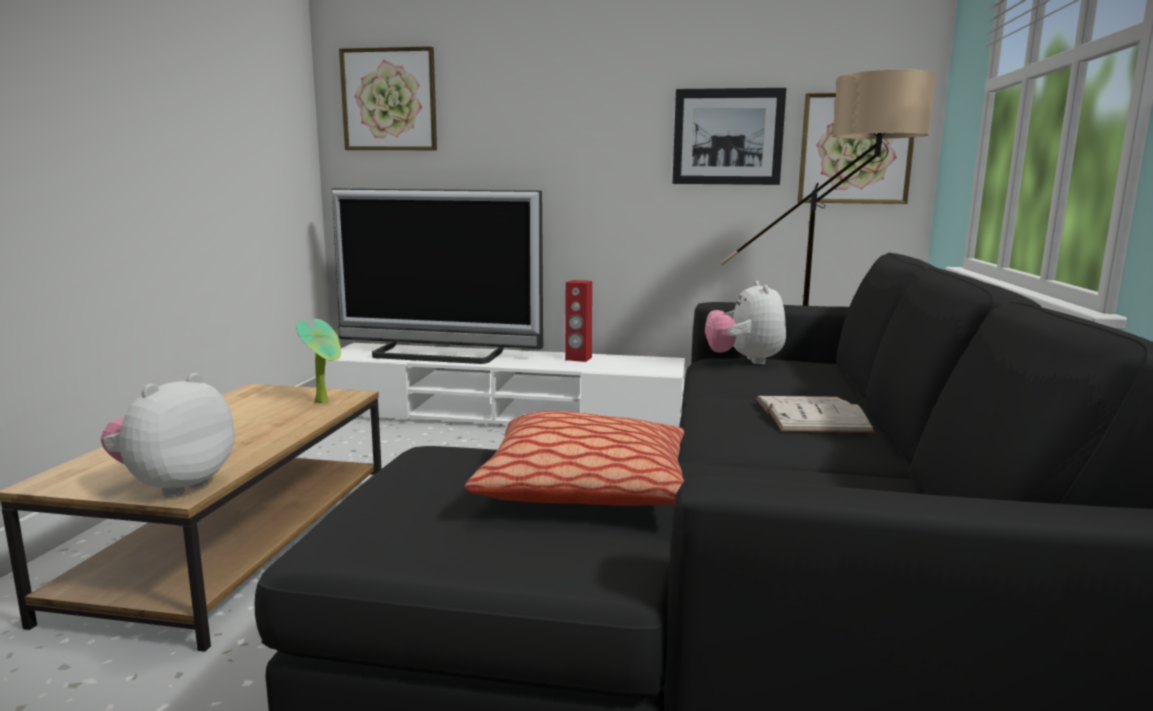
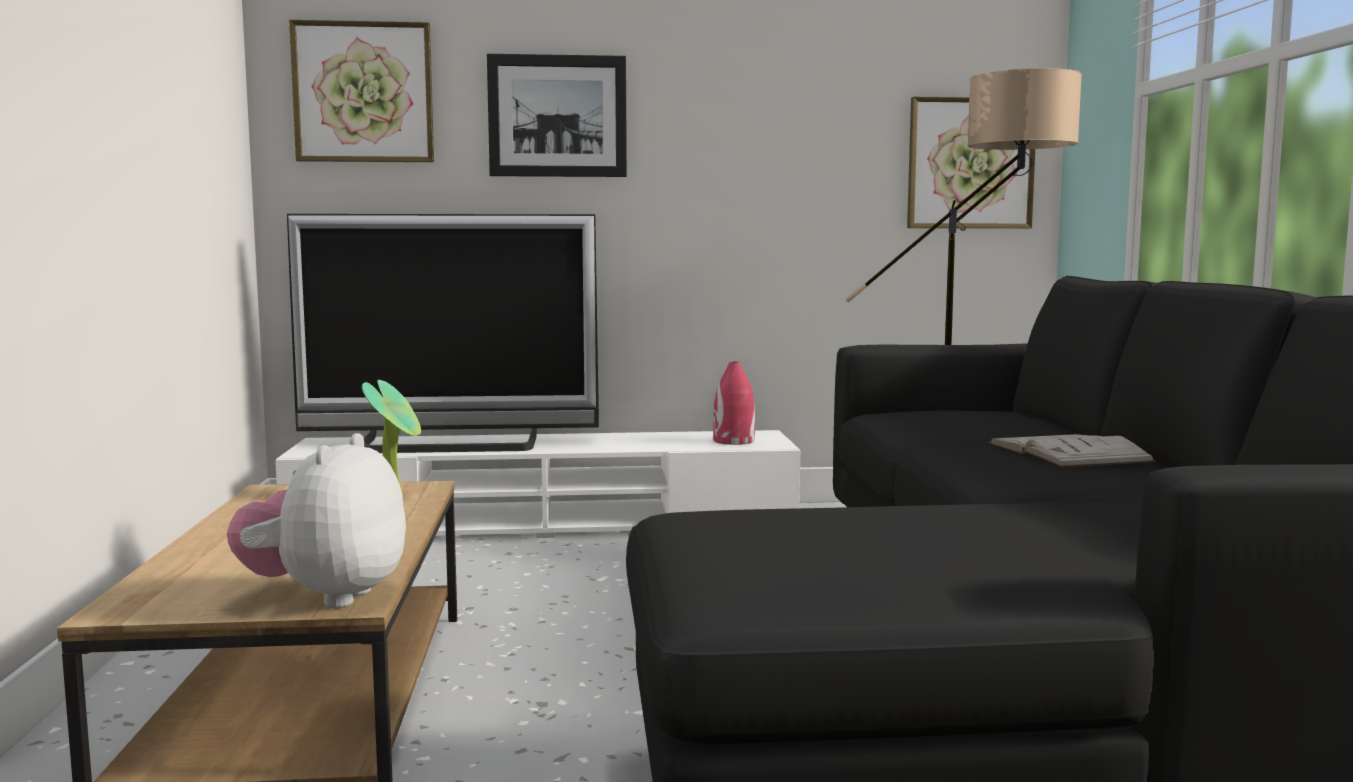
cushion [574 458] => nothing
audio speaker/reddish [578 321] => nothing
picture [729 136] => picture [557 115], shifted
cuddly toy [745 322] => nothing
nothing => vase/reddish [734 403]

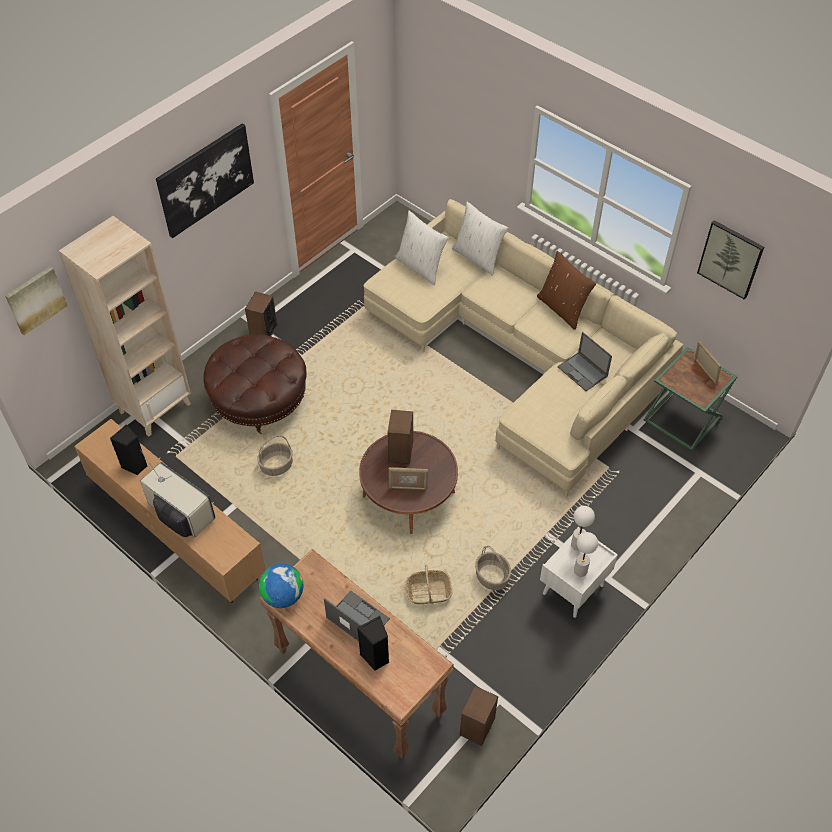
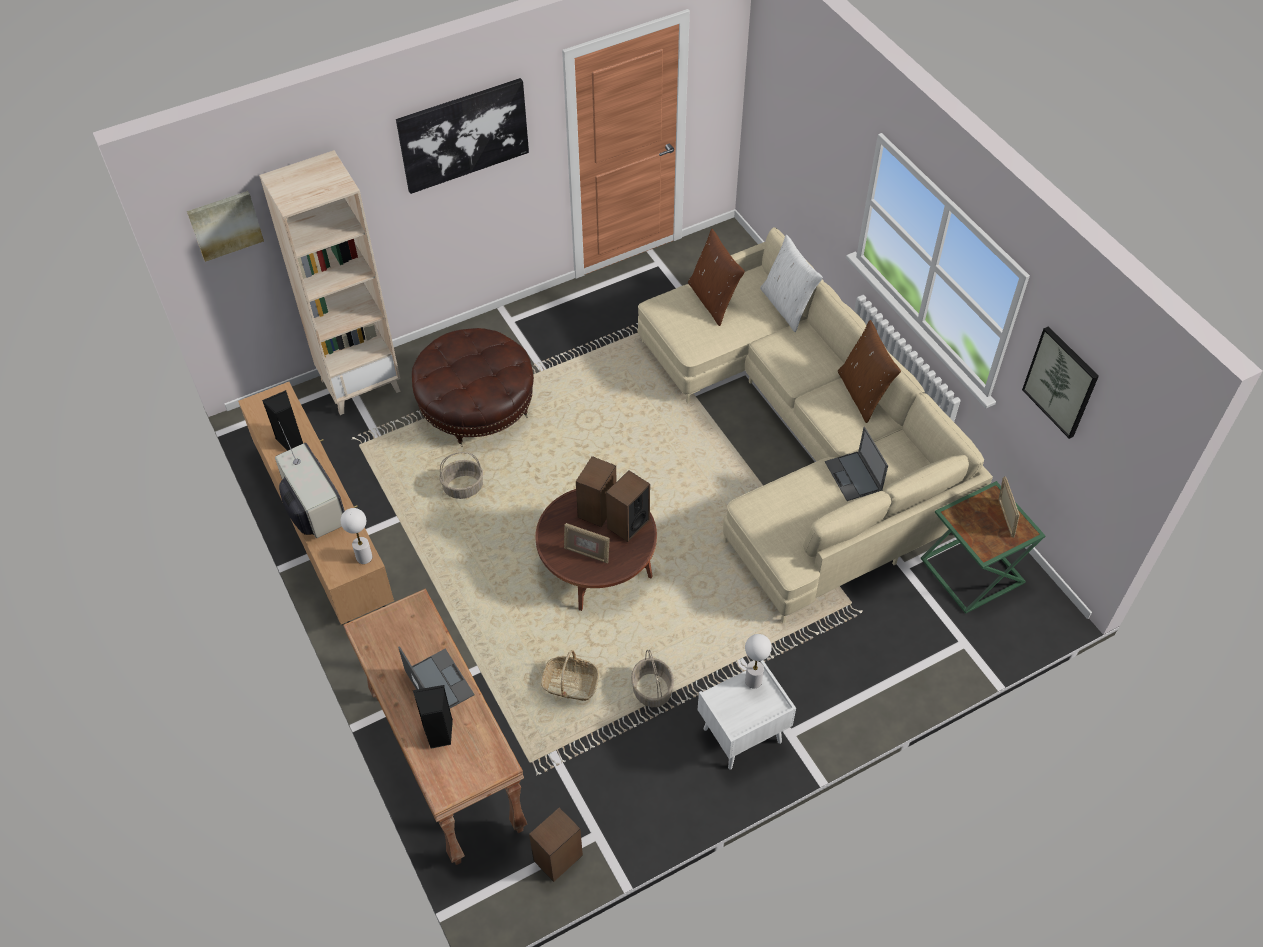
audio speaker [261 314] => audio speaker [628 506], shifted
globe [281 586] => nothing
cushion/white-coloured [422 248] => cushion/brown [716 277]
table lamp/white-coloured [586 554] => table lamp/white-coloured [357 536], shifted

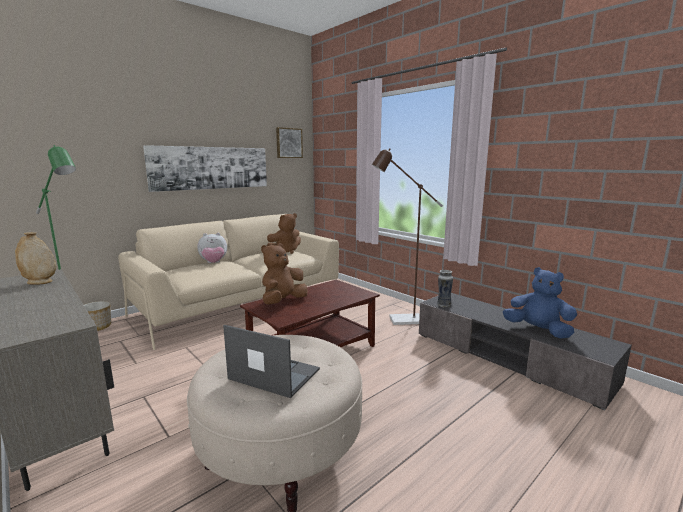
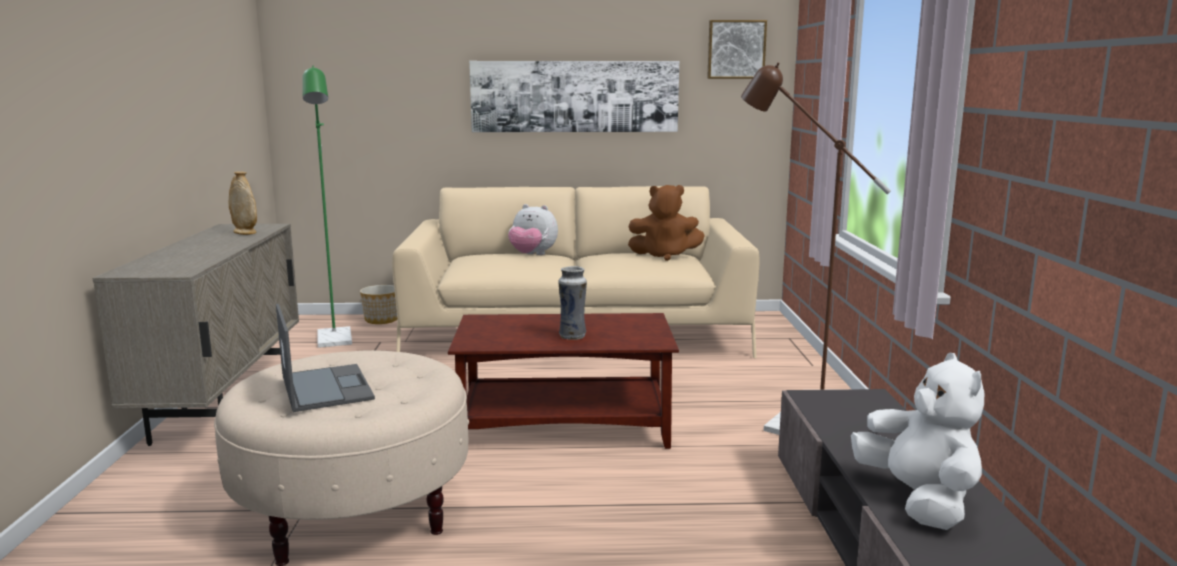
cuddly toy/brown [284 274] => nothing
vase [445 288] => vase [572 303], shifted
cuddly toy/blue-coloured [540 303] => cuddly toy/white-coloured [917 441]

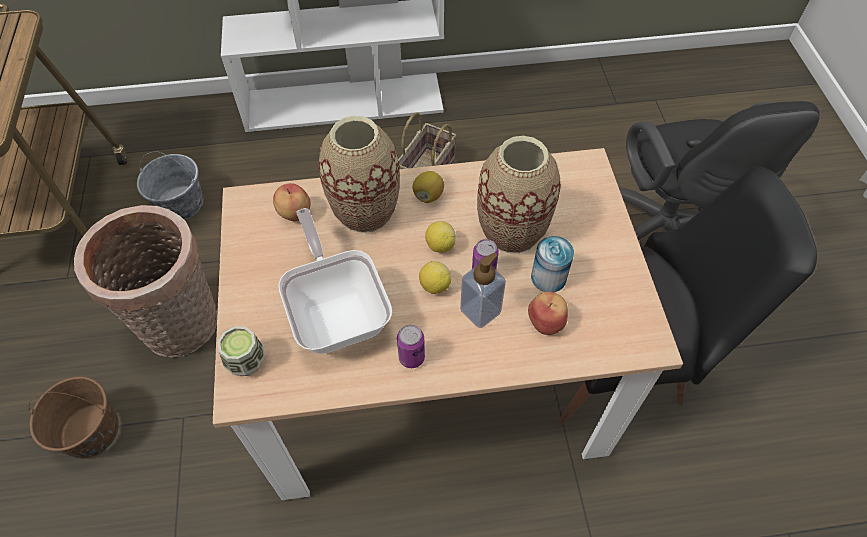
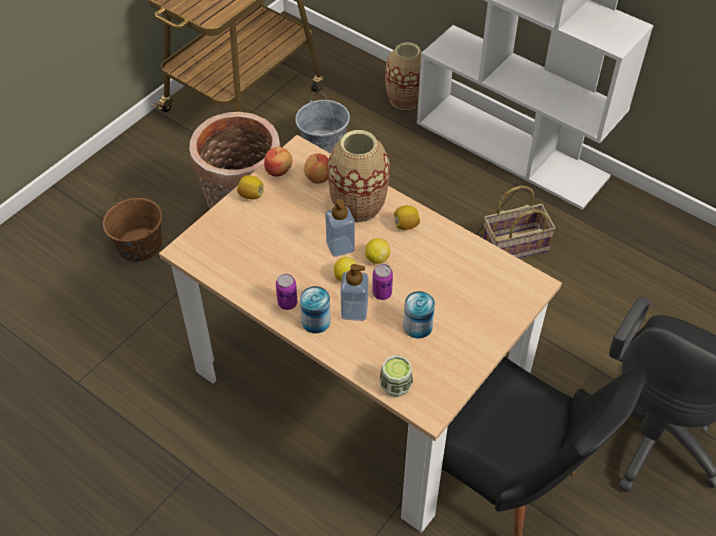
small cup [241 351] => small cup [396 376], shifted
skillet [335 281] => nothing
vase [519 194] => vase [403 76], shifted
whole apple [548 313] => whole apple [278 162], shifted
nothing => lemon [250 187]
nothing => metal can [315 309]
nothing => soap bottle [340 228]

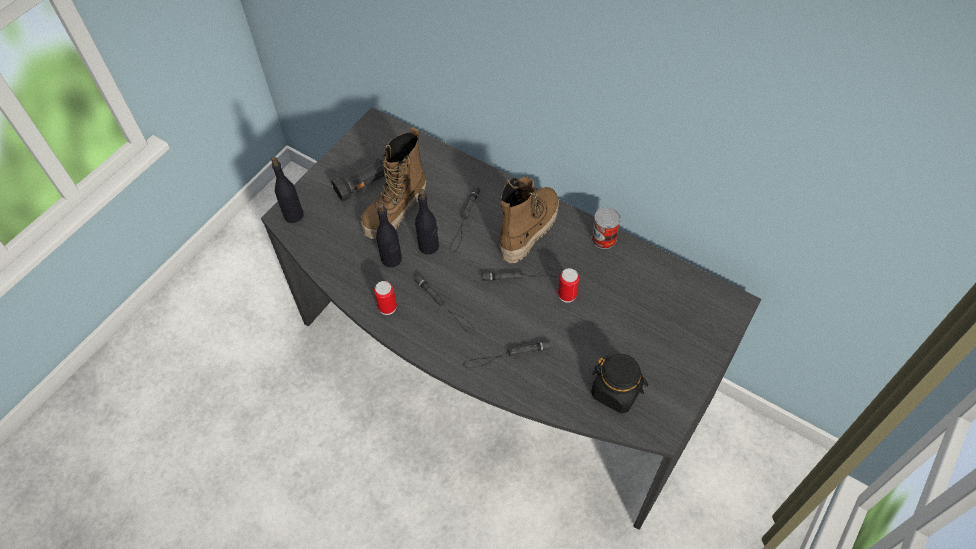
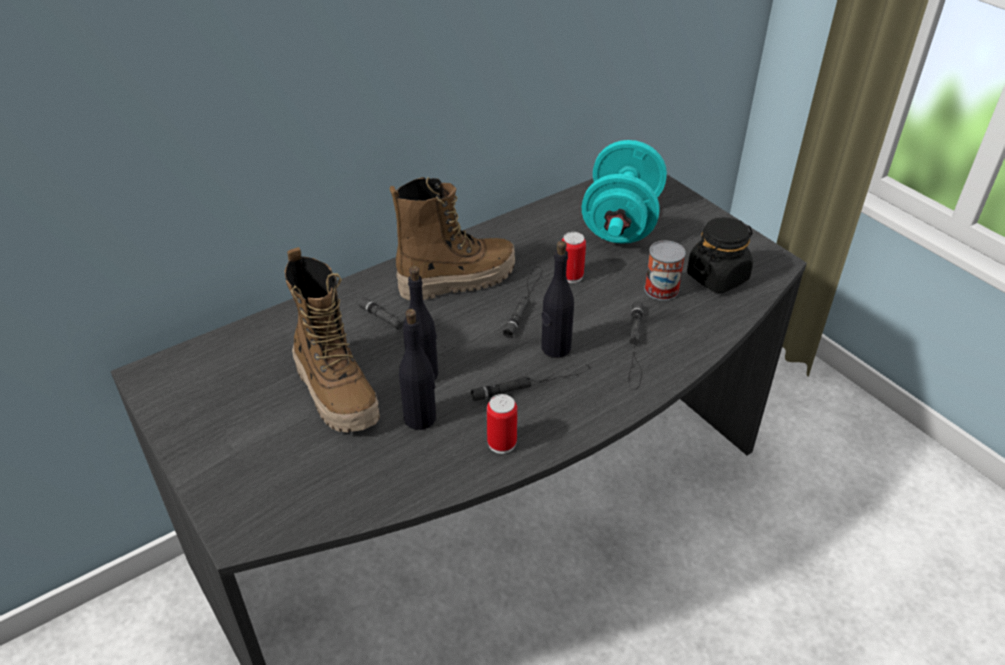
bottle/black [287 190] => bottle/black [557 299], shifted
hand torch/black [358 179] => nothing
tall boot [529 220] => tall boot [452 238], 105 degrees clockwise
metal can [606 228] => metal can [665 270], shifted
nothing => free weight/turquoise [624 192]

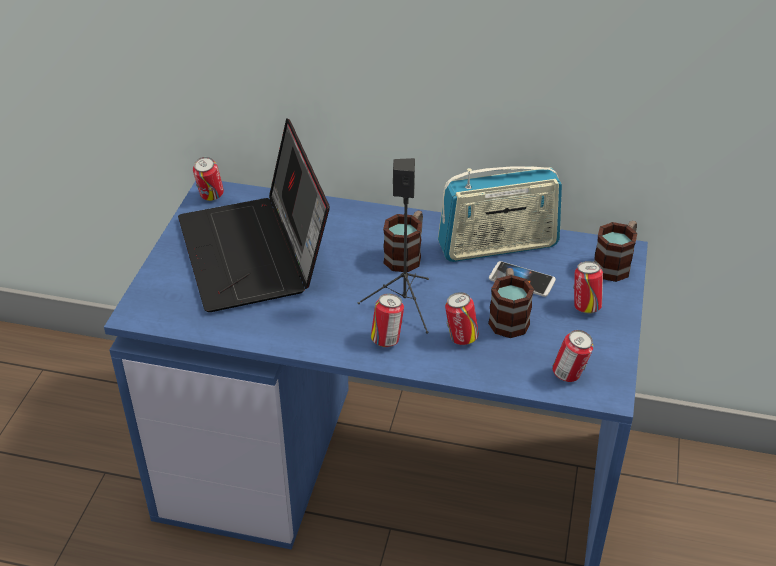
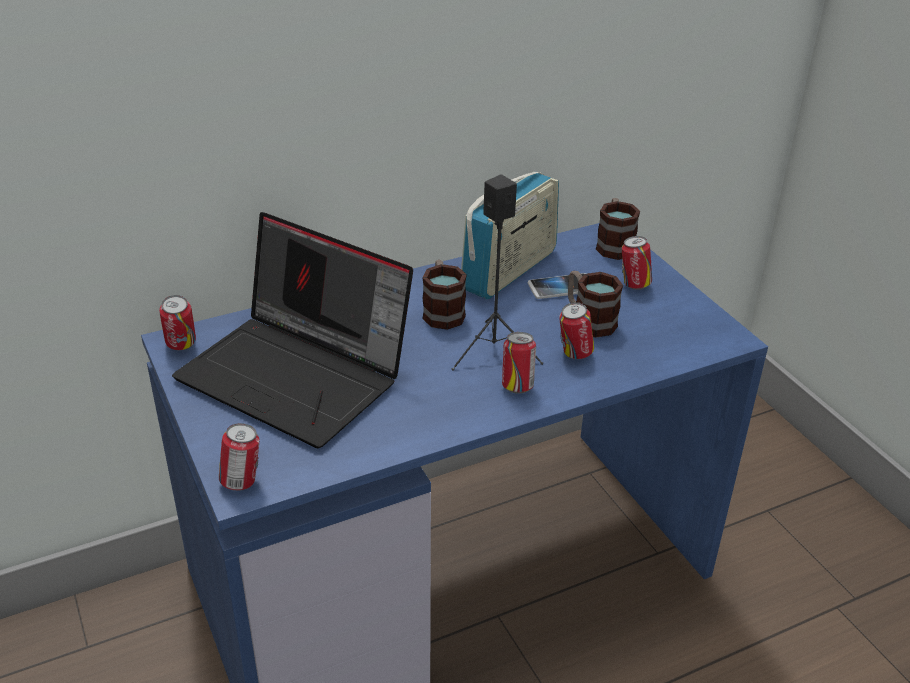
metal can [572 356] => metal can [239 457], shifted

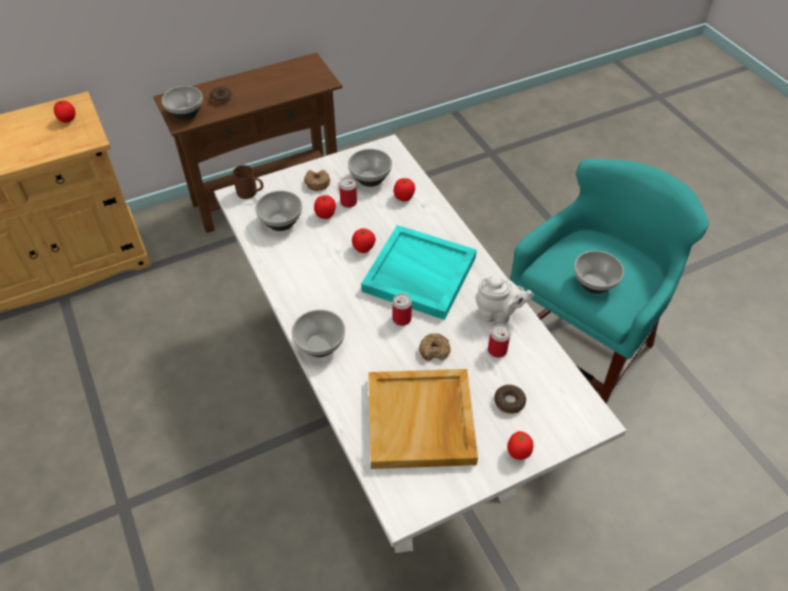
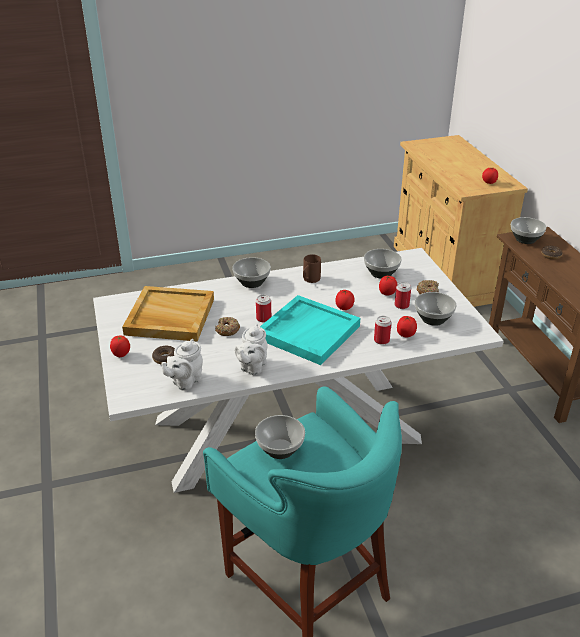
tea mug/brown [248 182] => tea mug/brown [312 268], shifted
metal can [499 341] => metal can [382 330], shifted
nothing => tea pot/white-coloured [182 364]

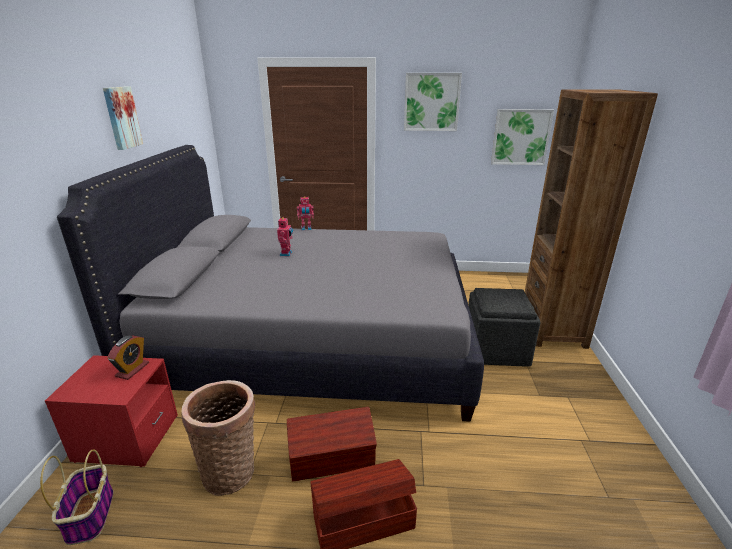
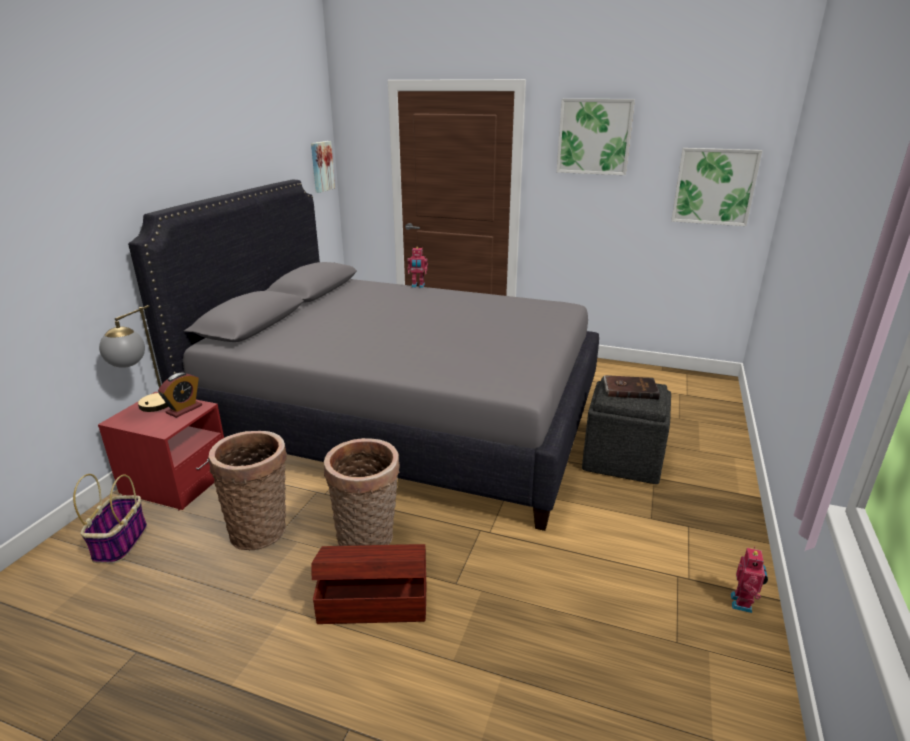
picture [123 118] => picture [323 167], shifted
robot figure [285 236] => robot figure [749 579], shifted
storage box/brown [332 444] => storage basket [362 492]
bookshelf/brown [591 219] => nothing
nothing => table lamp [134 358]
nothing => bound book/brown [632 387]

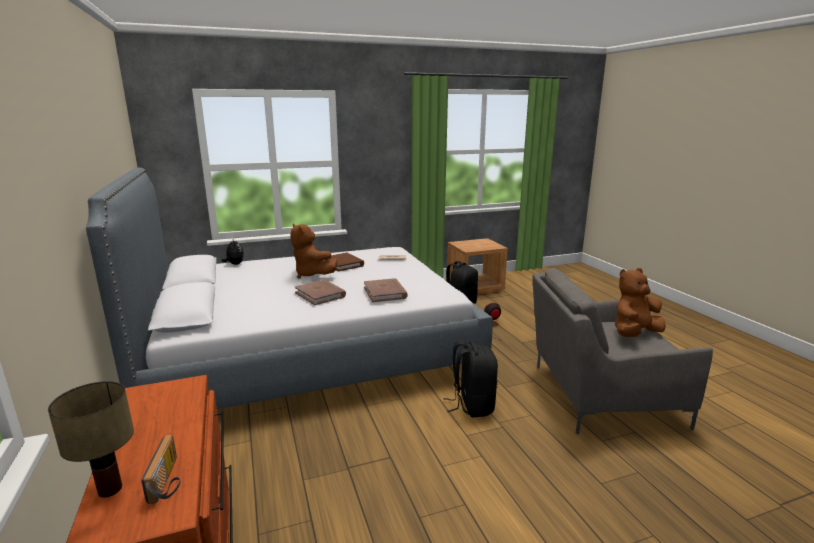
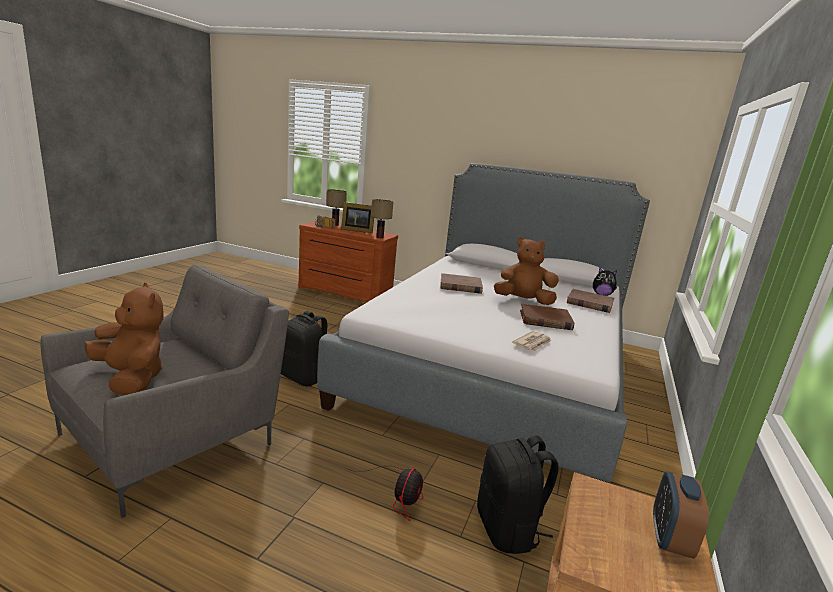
bound book/brown [386 290] => bound book/brown [590 301], shifted
cuddly toy/brown [640 302] => cuddly toy/brown [124 338], 60 degrees counterclockwise
nothing => picture frame [357 217]
nothing => table lamp [382 218]
nothing => alarm clock [681 515]

